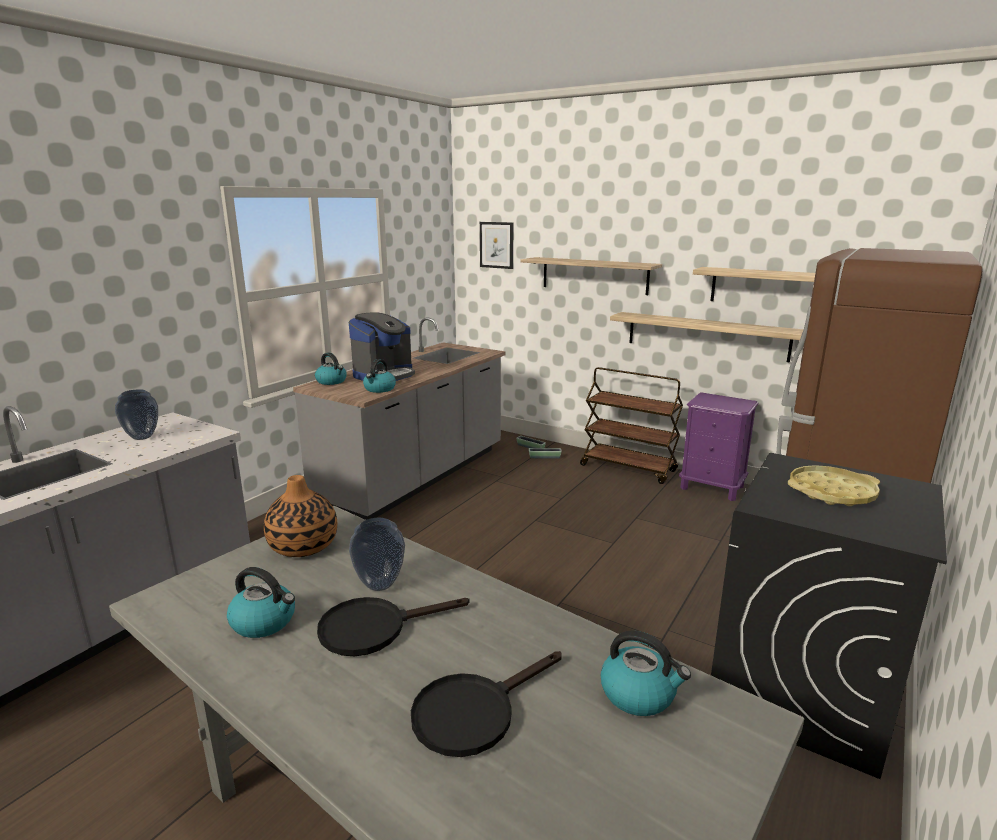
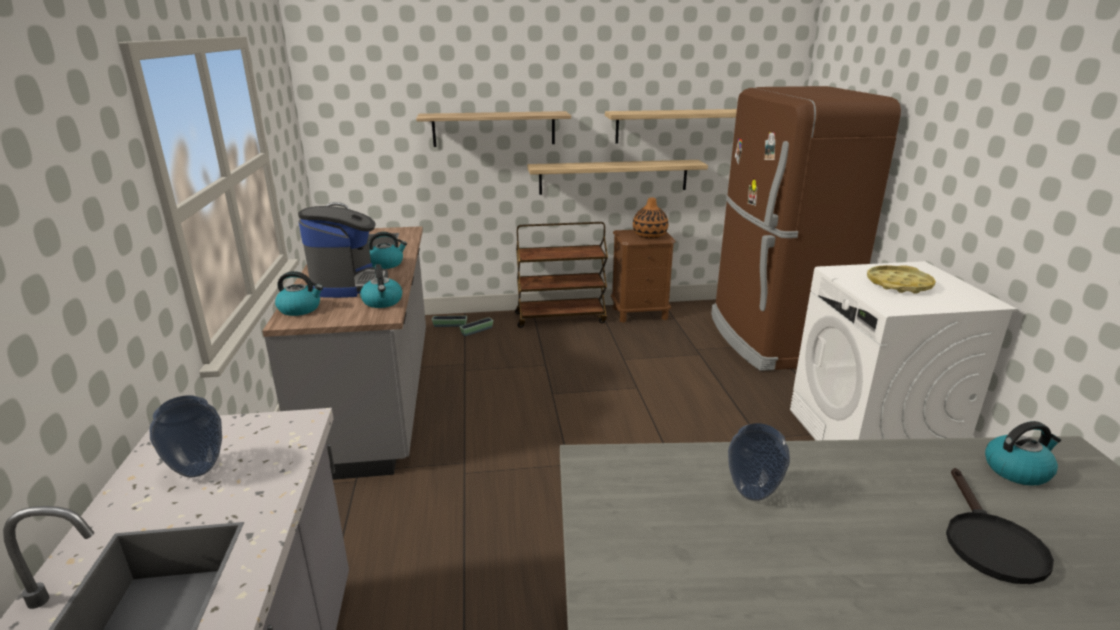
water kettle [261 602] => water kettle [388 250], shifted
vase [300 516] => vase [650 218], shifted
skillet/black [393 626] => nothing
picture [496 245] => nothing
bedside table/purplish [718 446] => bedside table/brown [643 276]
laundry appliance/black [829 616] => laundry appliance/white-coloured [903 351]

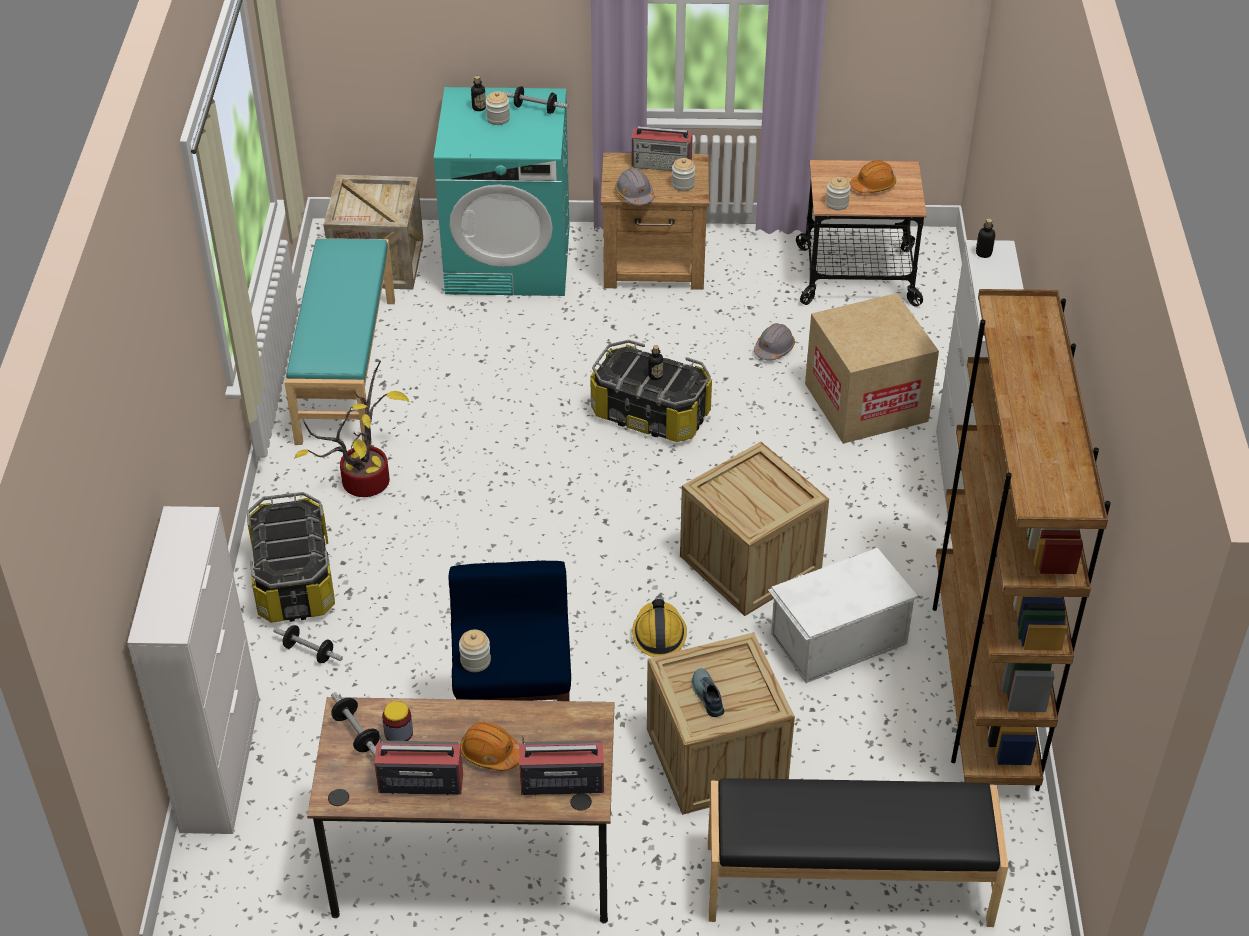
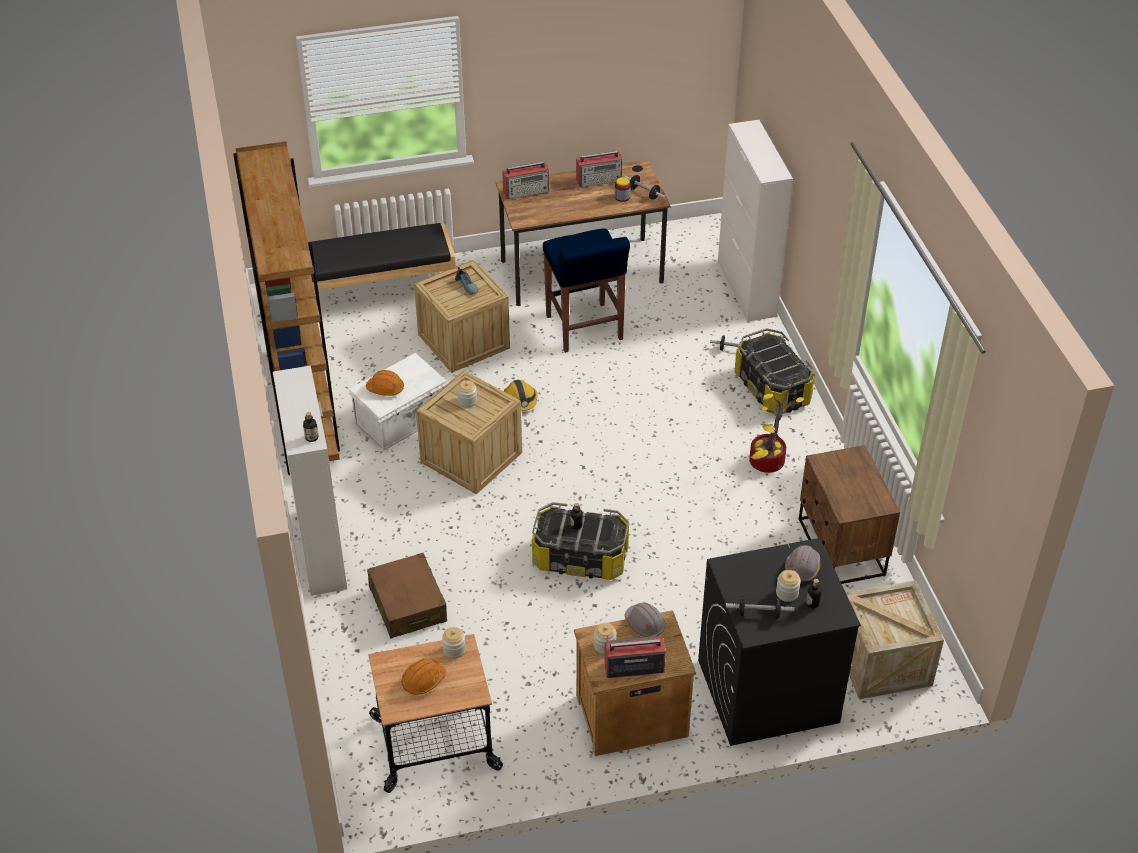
bench/turquoise [340 342] => bedside table/brown [849 514]
laundry appliance/turquoise [501 191] => laundry appliance/black [779 642]
jar [475 651] => jar [467 394], shifted
work helmet/orangey [490 746] => work helmet/orangey [385 383], shifted
work helmet/gray [774 342] => work helmet/gray [802 563], shifted
packing box [872 368] => suitcase/brown [407 596]

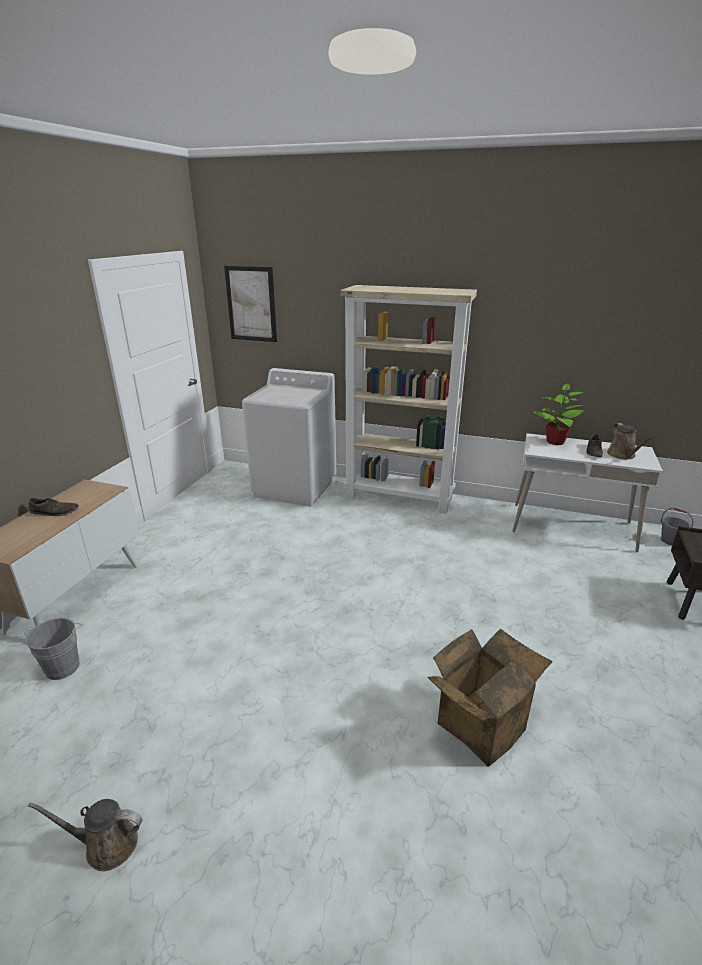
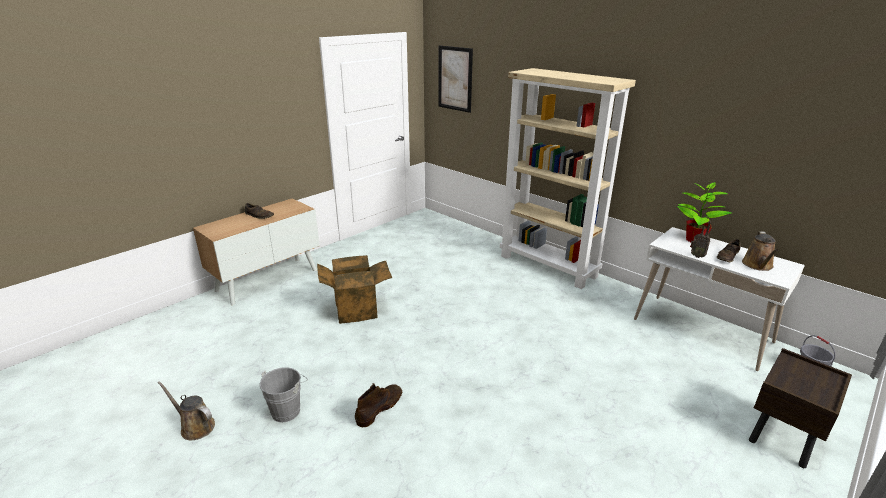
pail/gray [53 649] => pail/gray [284 394], shifted
laundry appliance/white-coloured [289 437] => nothing
packing box [490 698] => packing box [354 289], shifted
nothing => tall boot/brown [378 405]
nothing => radio receiver [700 239]

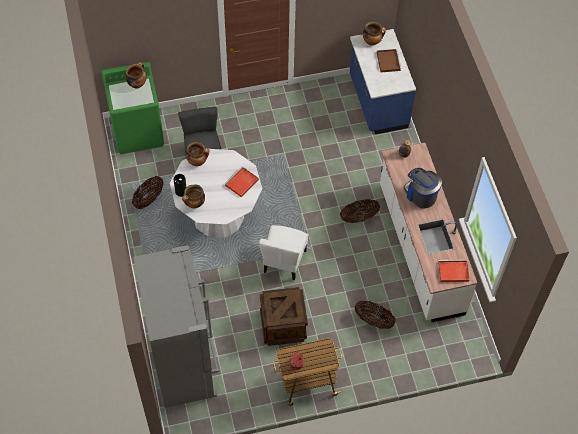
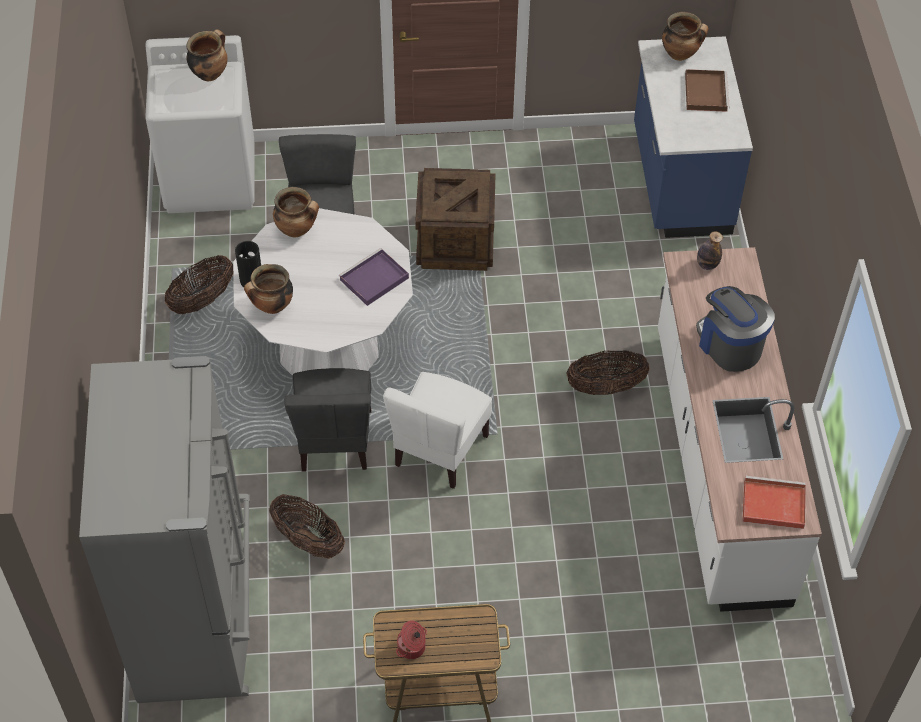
laundry appliance/greenish [132 108] => laundry appliance/white-coloured [199 124]
carrying tray/reddish [241 182] => carrying tray/purplish [374 277]
crate [284 316] => crate [455 219], shifted
storage basket [375 315] => storage basket [307 526], shifted
nothing => chair/gray [327 420]

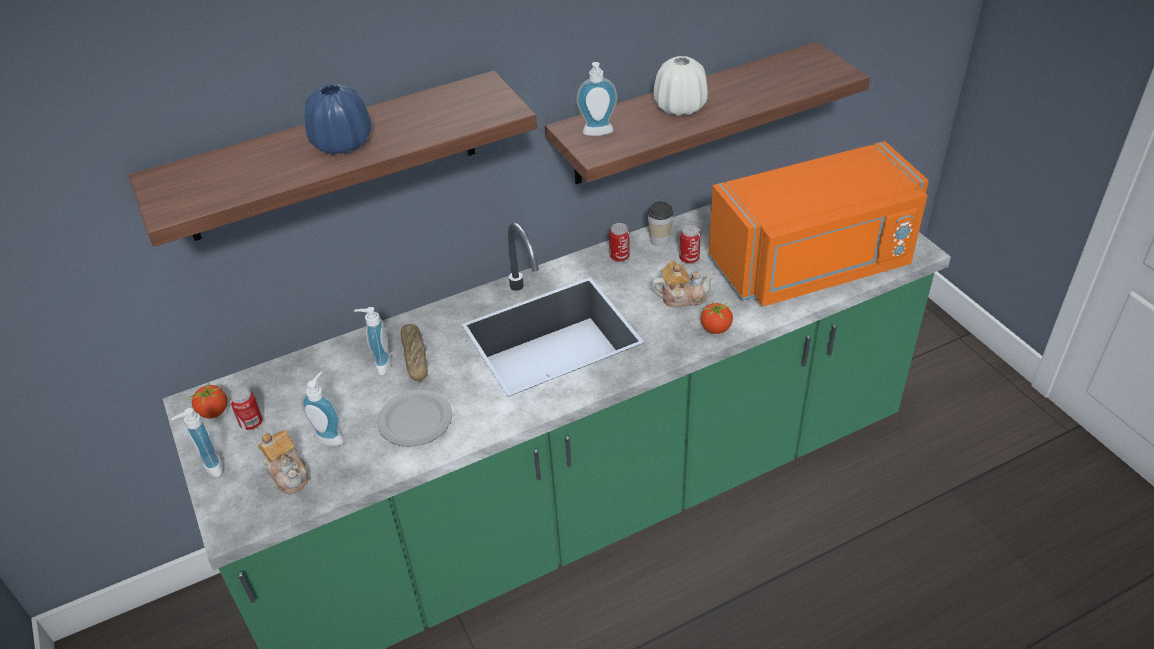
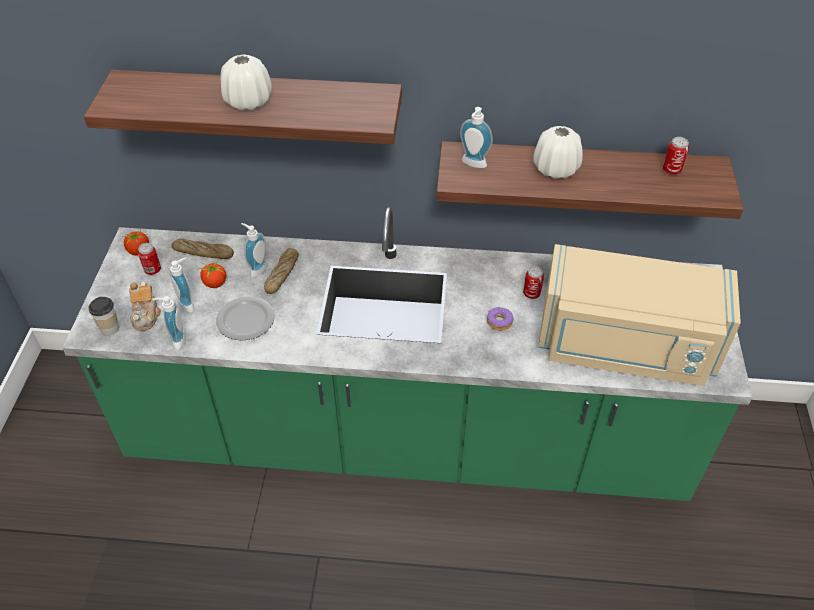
soap bottle [197 442] => soap bottle [169 323], shifted
vase/blue-coloured [338 119] => vase/white-coloured [246 82]
metal can [619 242] => metal can [676 156], shifted
small cup [660 224] => small cup [103 316], shifted
tea pot [683 284] => ring doughnut [500 319]
fresh tomato [716 317] => fresh tomato [211 275], shifted
kitchen microwave/orangey [818 223] => kitchen microwave/beige [639 315]
nothing => bread [203 248]

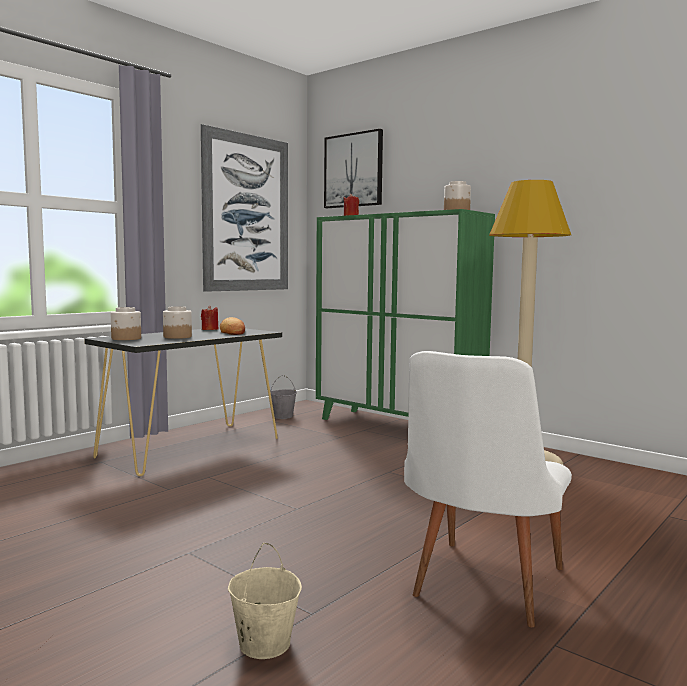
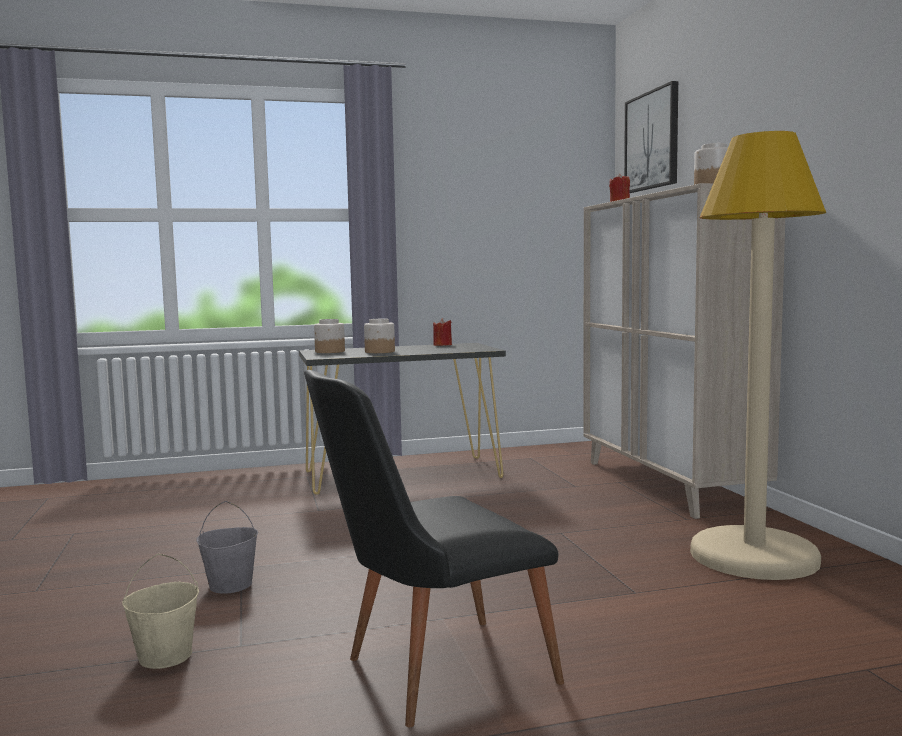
picture [244 208] => nothing
bread [232 326] => nothing
pail/gray [283 397] => pail/gray [227 547], shifted
cabinet/greenish [405 314] => cabinet/beige [684 351]
chair/white-coloured [488 489] => chair/black [434 548]

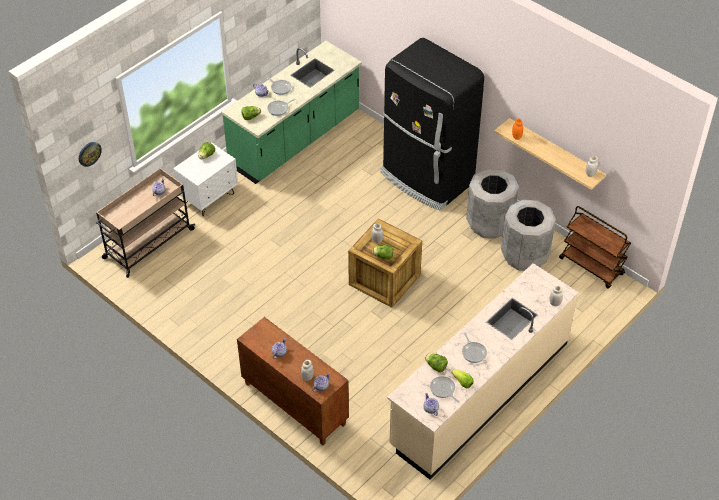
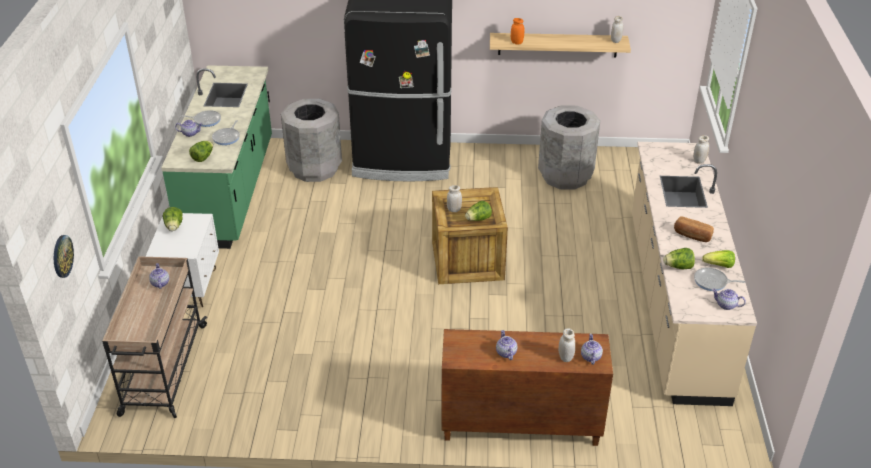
skillet [474 348] => bread [694 229]
trash can/gray [492 204] => trash can/gray [311 140], shifted
trolley/brown [595 247] => nothing

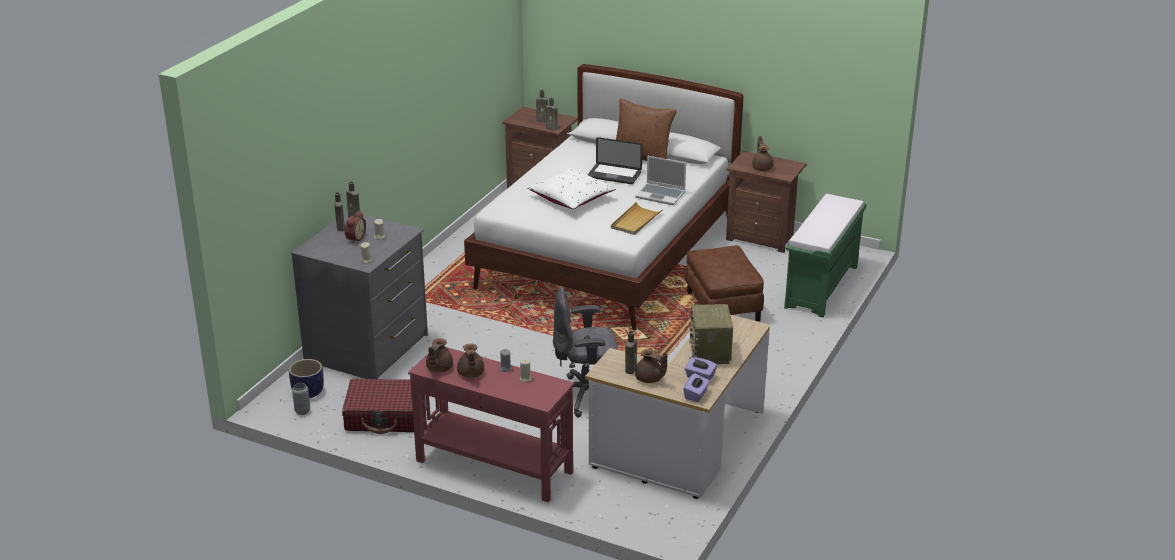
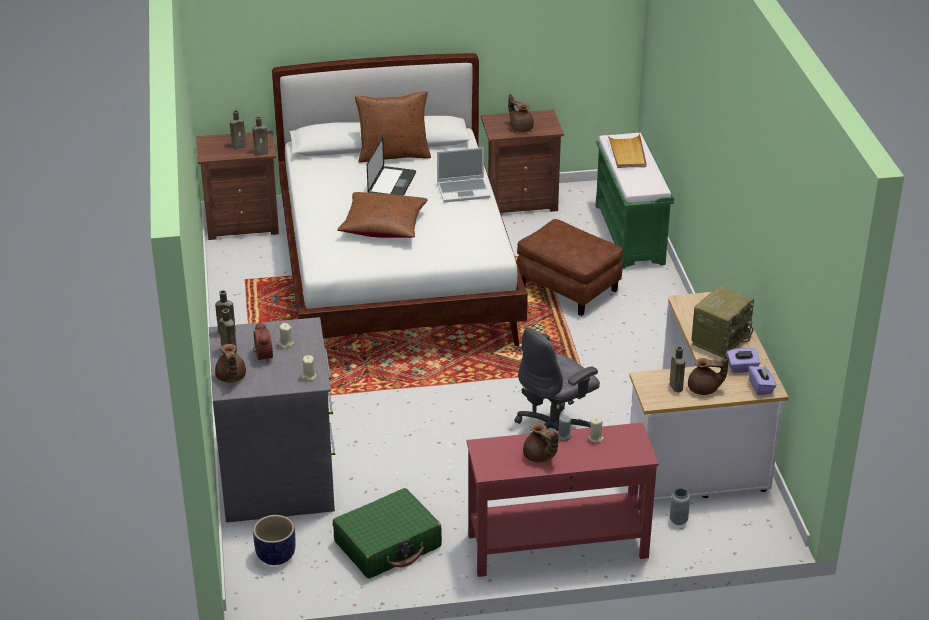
vase/gray [301 399] => vase/gray [680 506], shifted
suitcase/reddish [378 406] => suitcase/greenish [387 533]
tea pot/brown [439 355] => tea pot/brown [230 363], shifted
cushion/white-coloured [571 188] => cushion/brown [382 215]
laptop [615 160] => laptop [391 166], 60 degrees counterclockwise
carrying tray/beige [637 218] => carrying tray/beige [627 151], shifted
radio receiver [711 334] => radio receiver [722 321], 105 degrees counterclockwise

